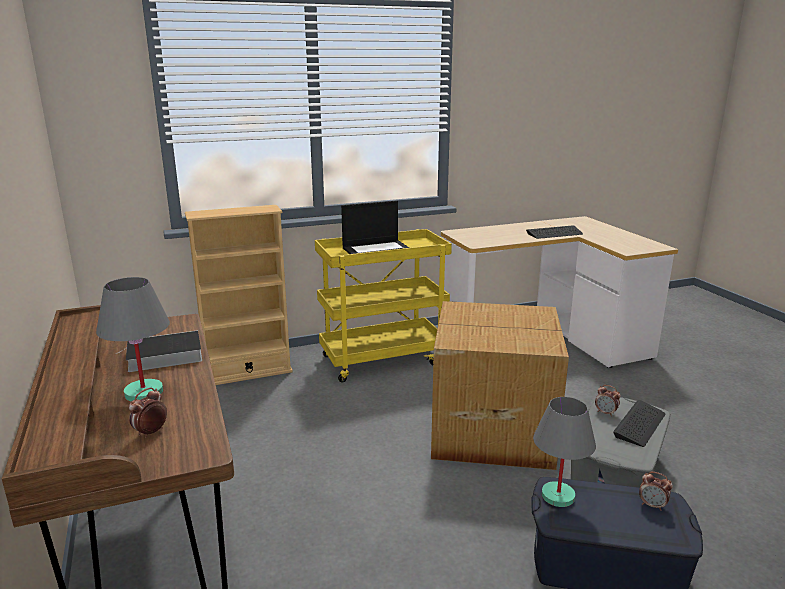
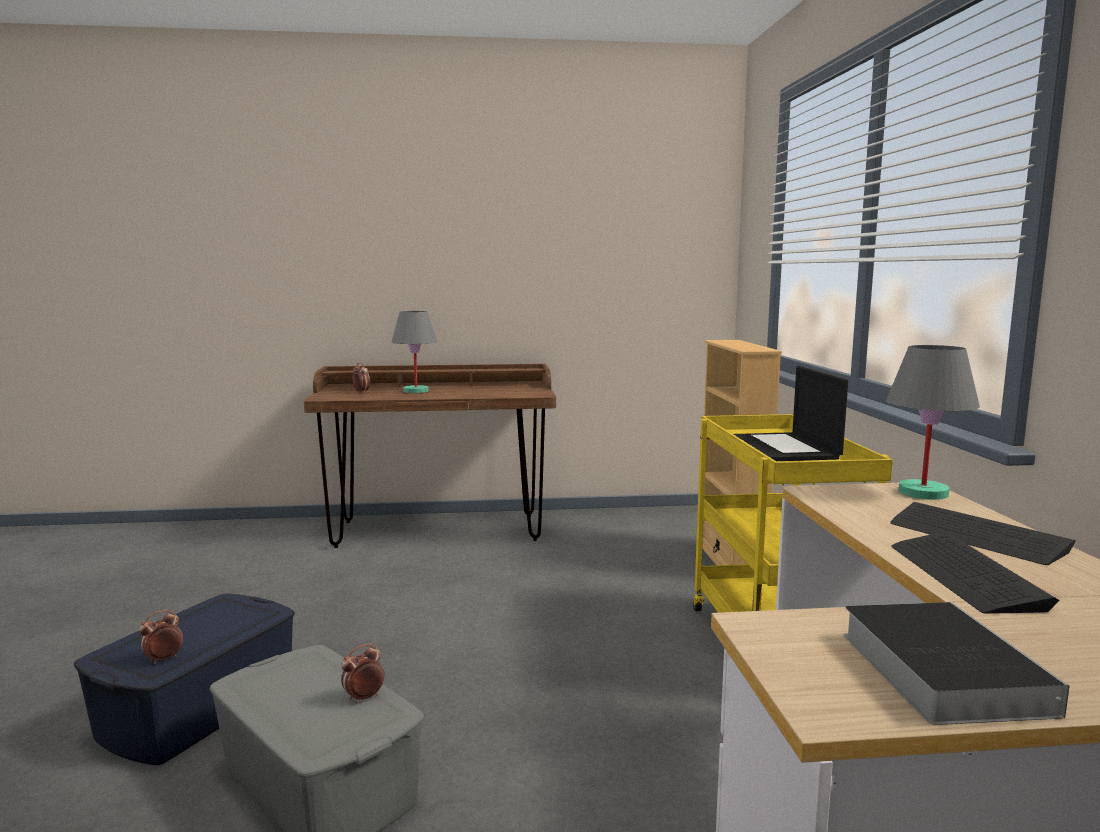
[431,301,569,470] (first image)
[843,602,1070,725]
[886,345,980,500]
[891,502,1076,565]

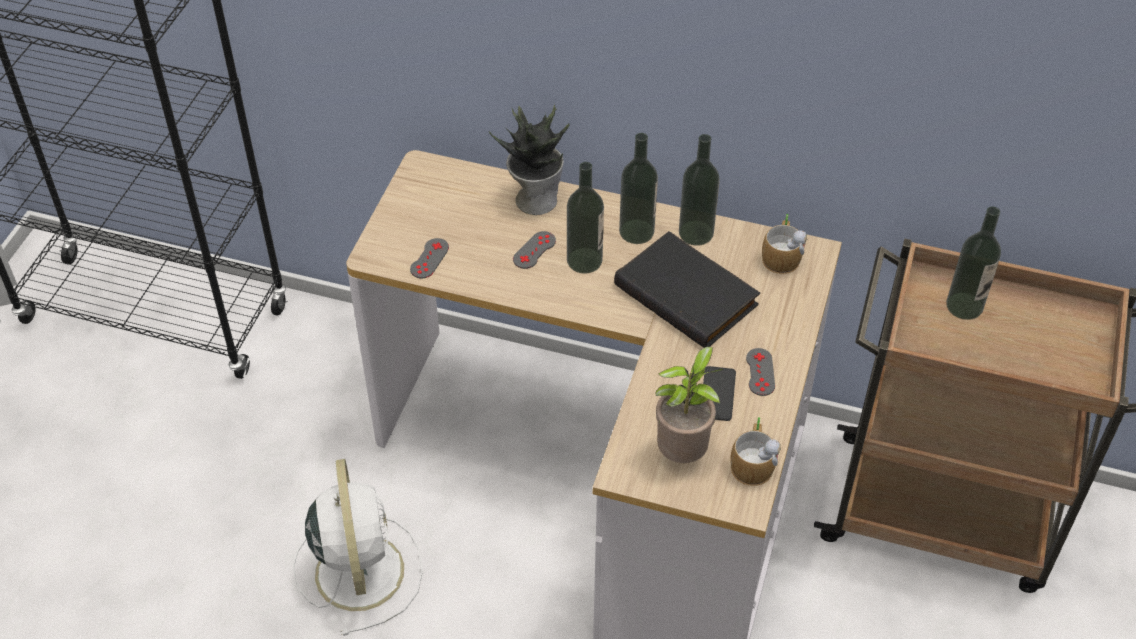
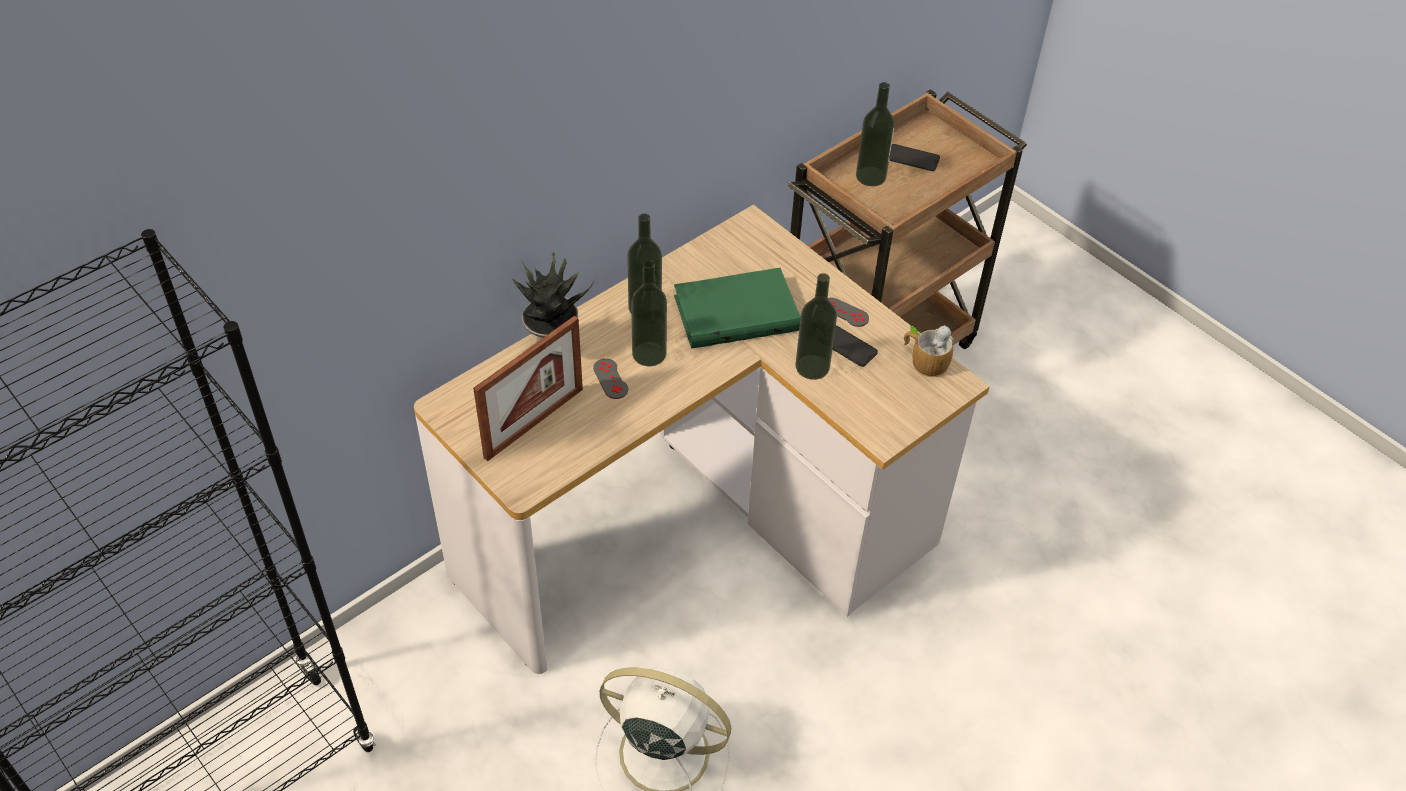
[796,273,837,380]
[762,214,807,274] (first image)
[674,268,801,349]
[410,238,449,279] (first image)
[655,346,723,463] (first image)
[889,144,940,171]
[473,316,583,461]

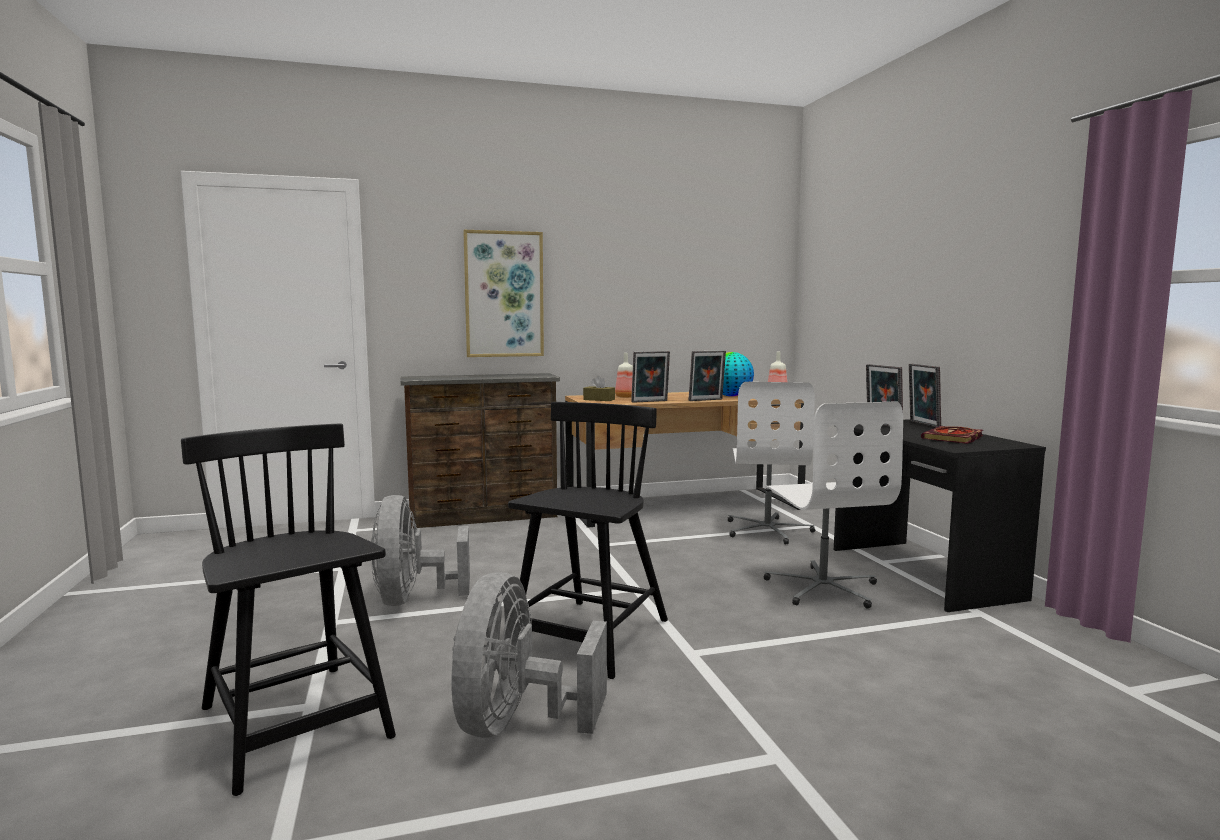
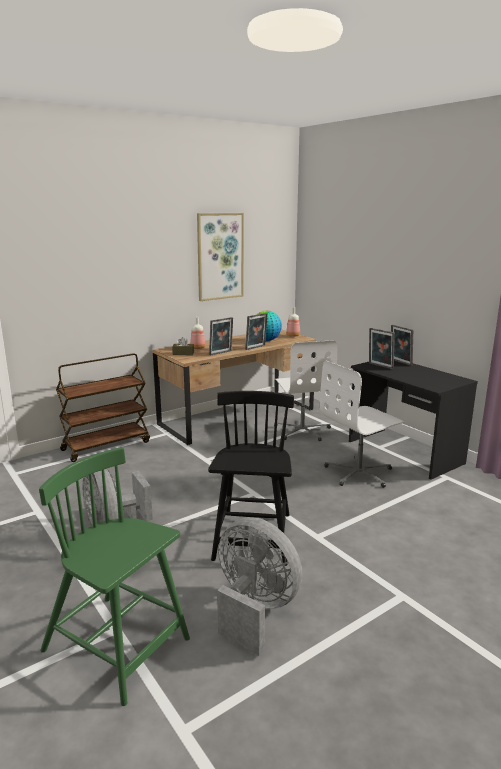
[197,213,244,301]
[56,353,150,462]
[319,360,405,488]
[39,447,190,706]
[921,426,983,444] (first image)
[217,517,303,656]

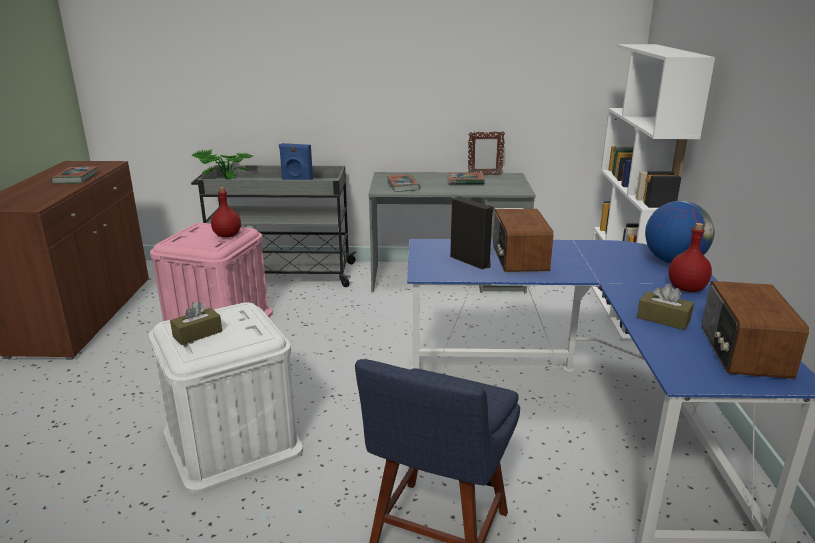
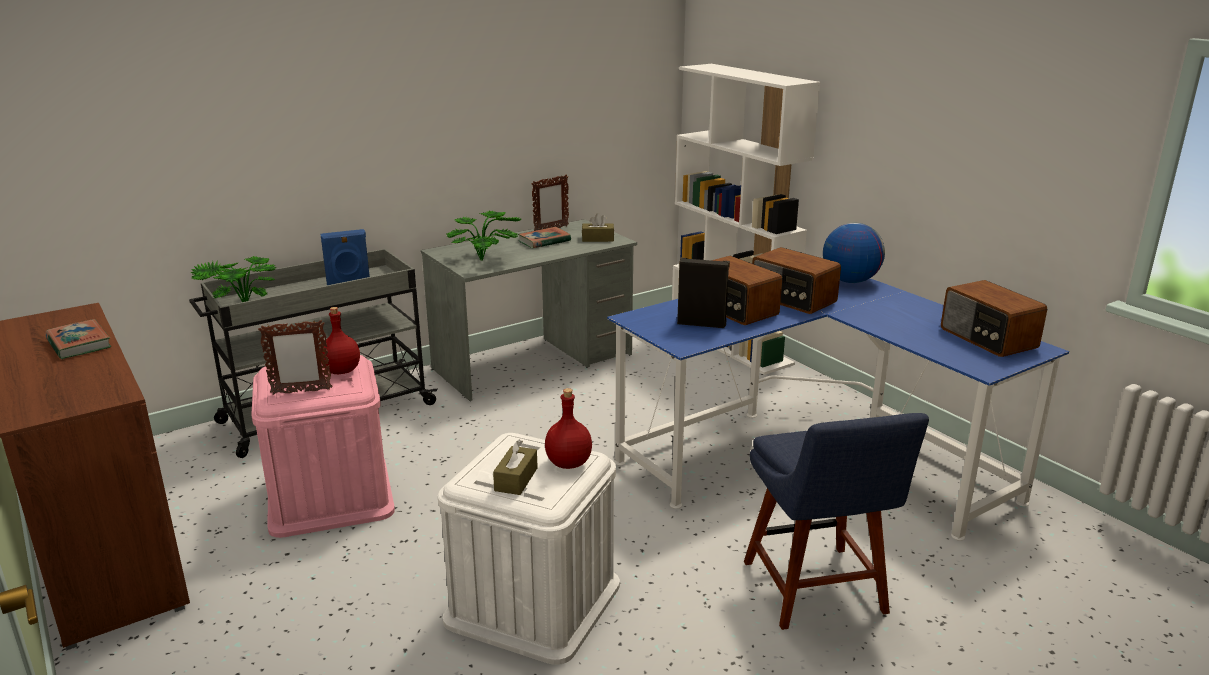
[446,211,522,260]
[545,388,592,469]
[582,213,614,242]
[752,247,841,314]
[258,320,332,395]

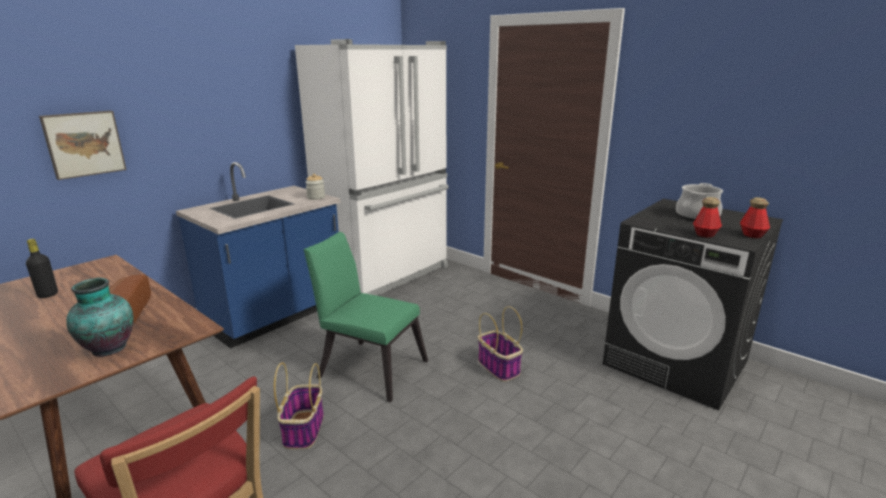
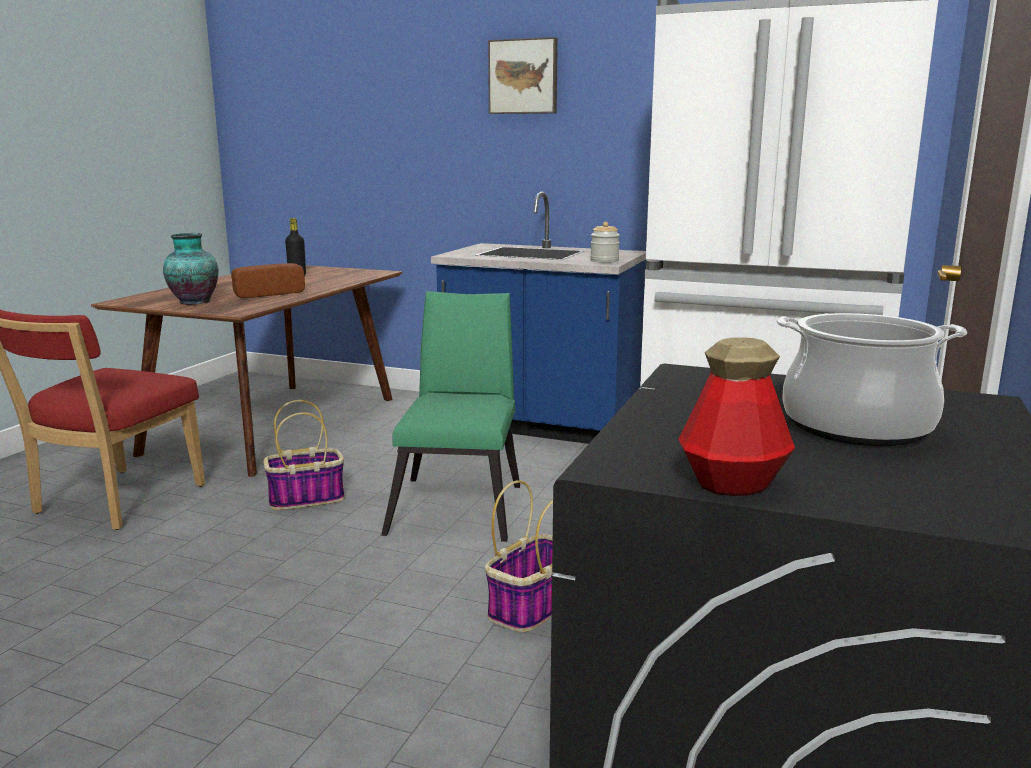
[488,37,558,114]
[693,197,722,238] (first image)

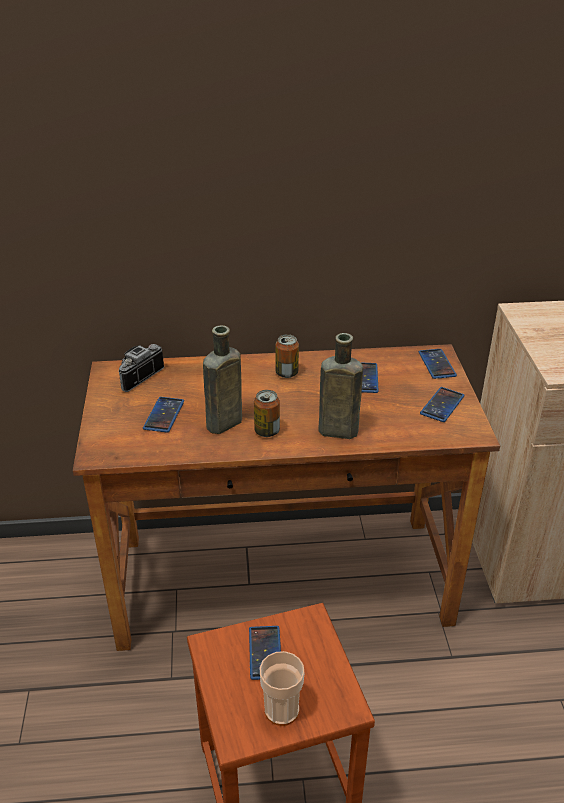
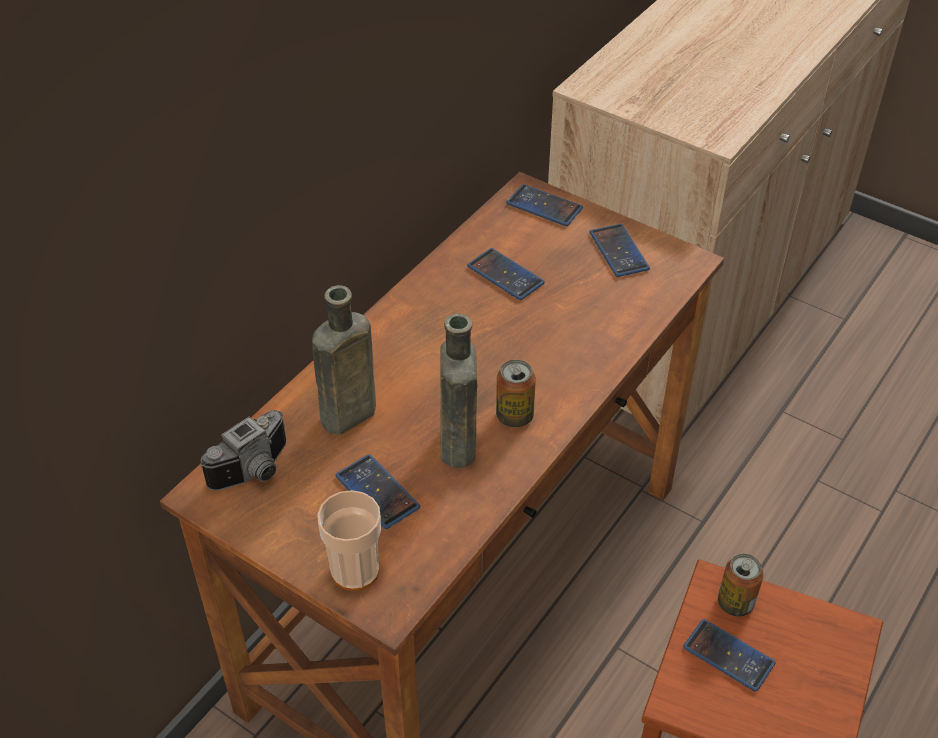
[312,285,376,435]
[718,554,764,617]
[200,410,286,491]
[317,490,381,591]

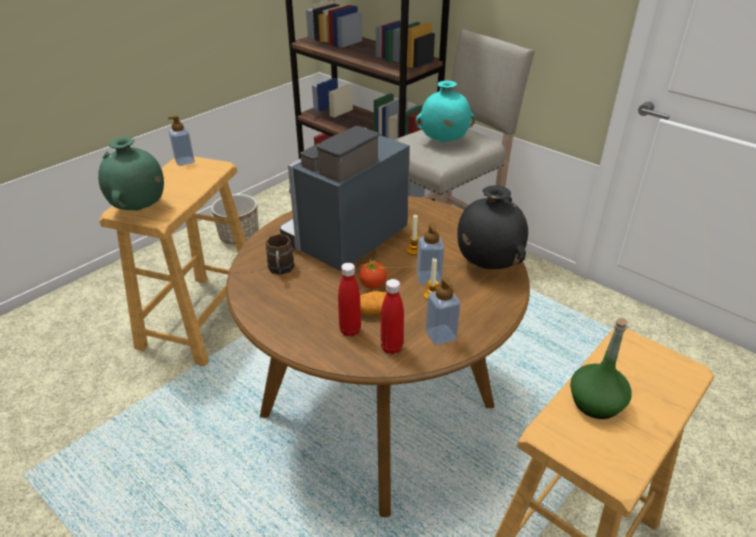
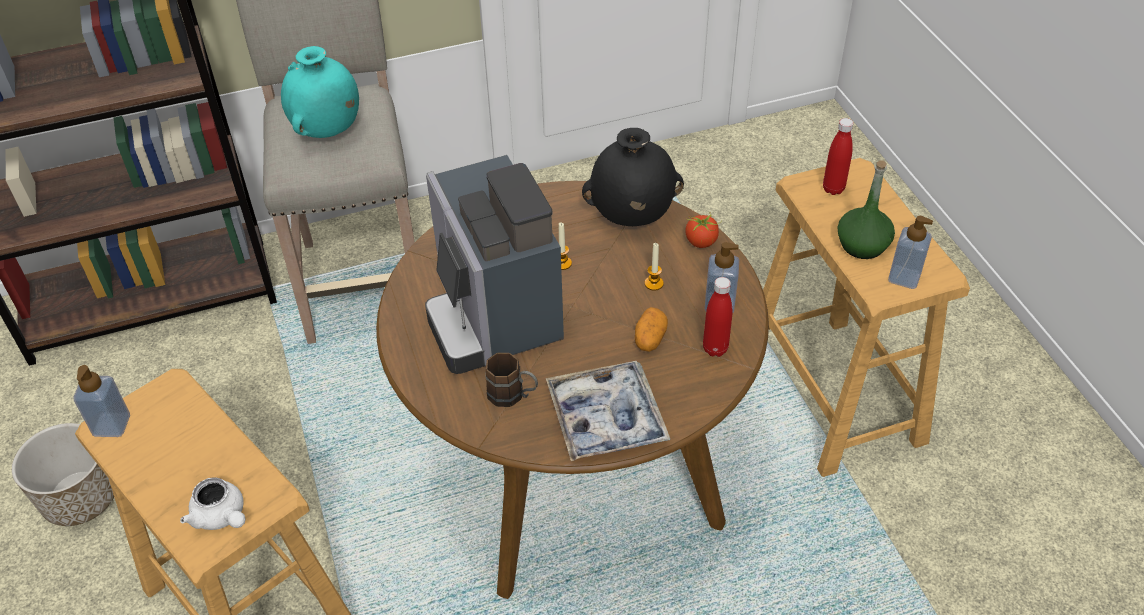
[180,477,245,530]
[888,216,933,289]
[685,212,722,248]
[823,118,853,195]
[546,361,670,461]

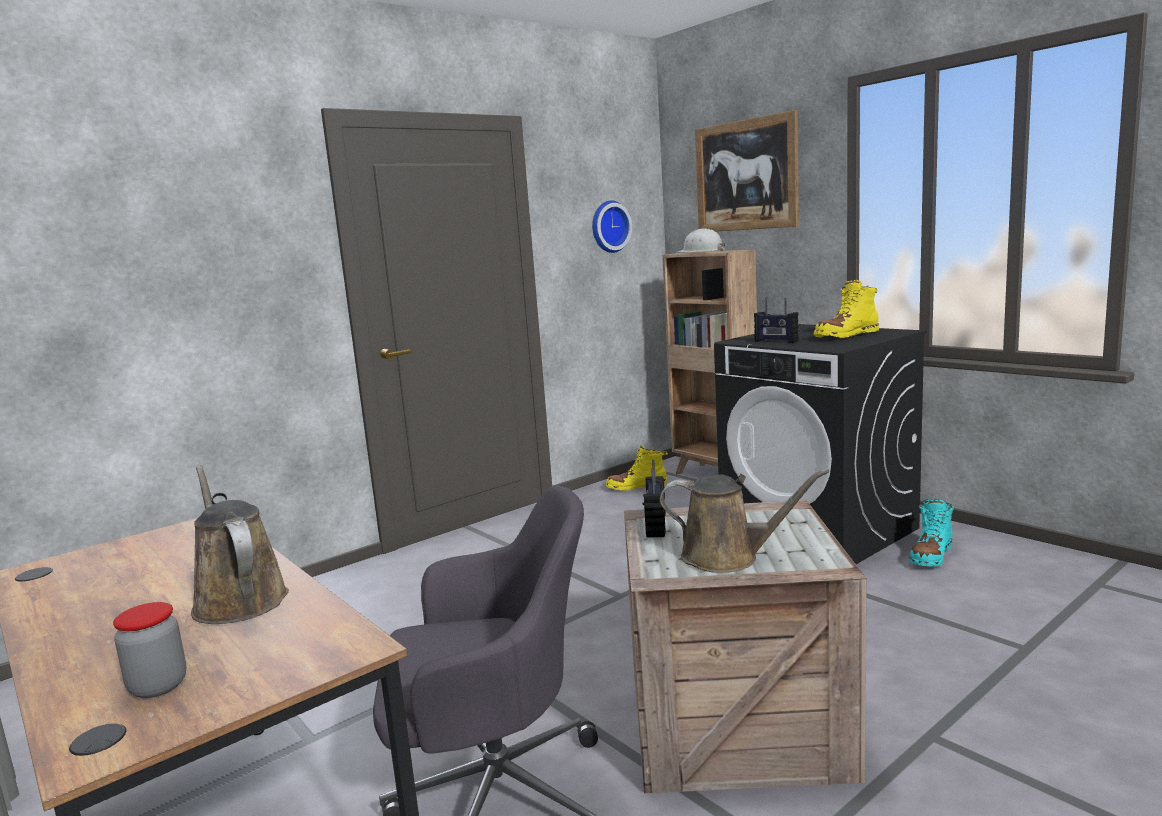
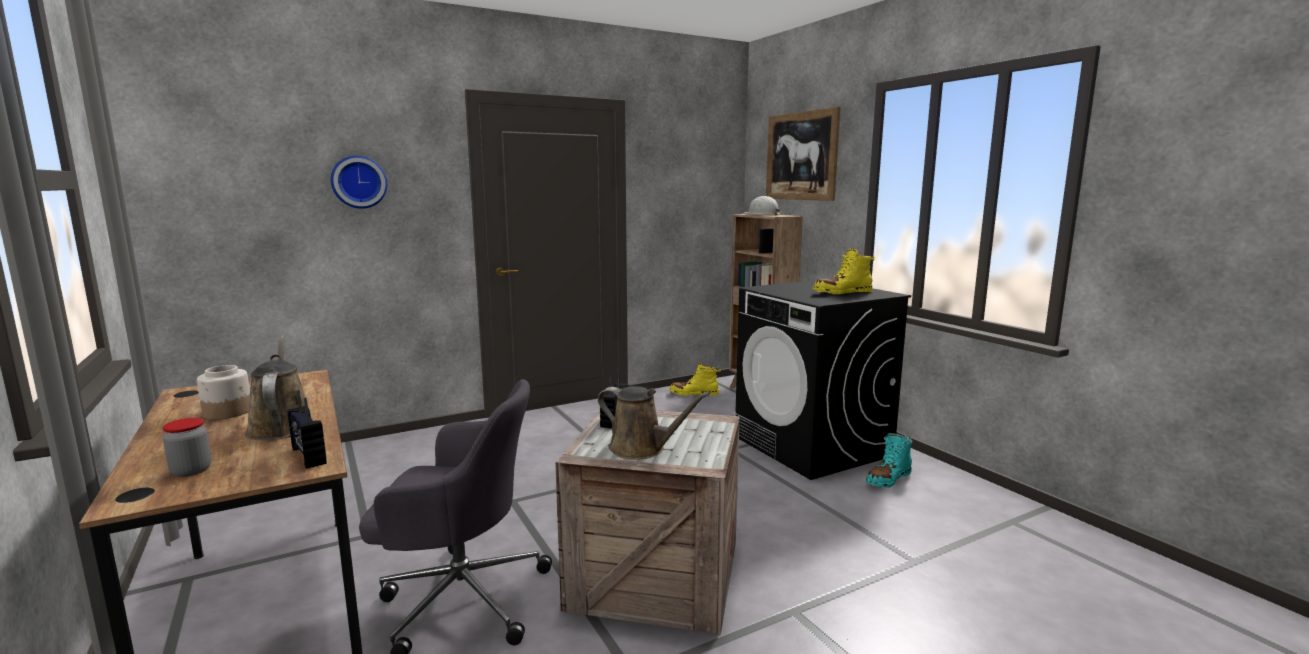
[331,155,387,209]
[287,390,327,469]
[197,365,250,420]

